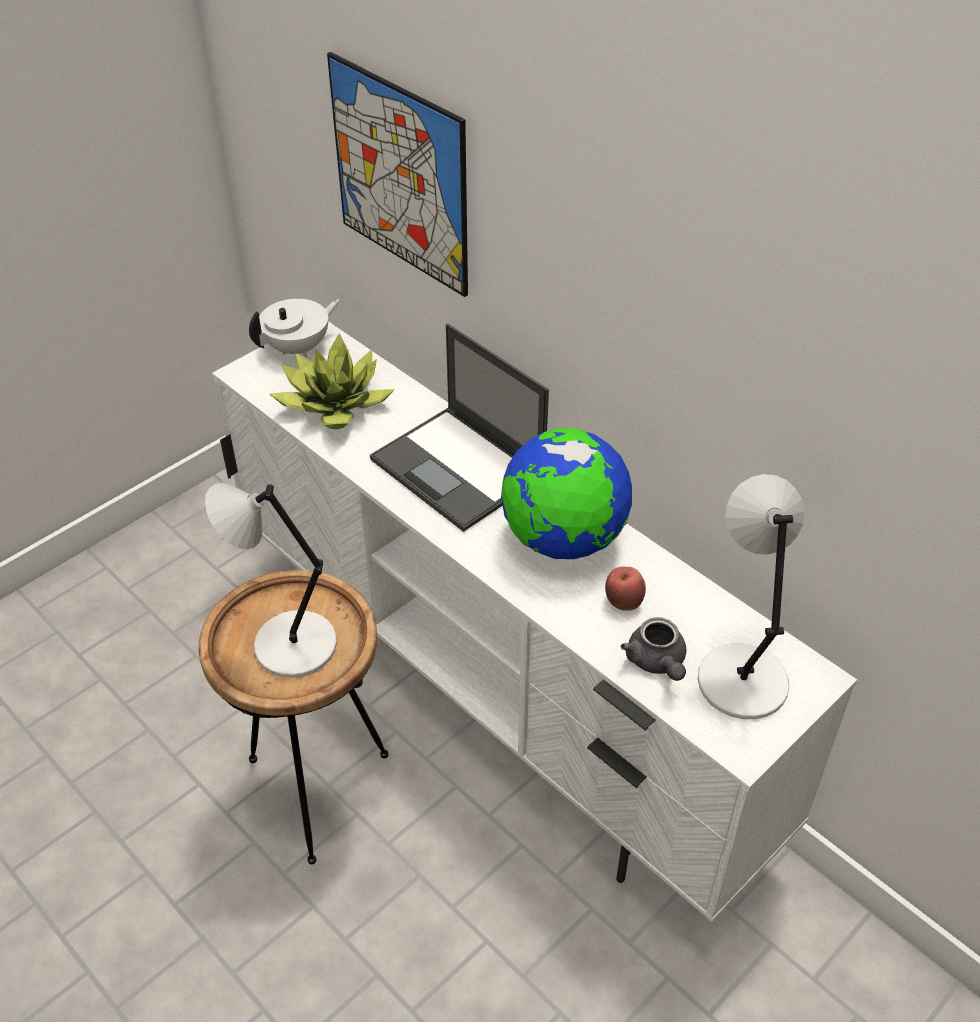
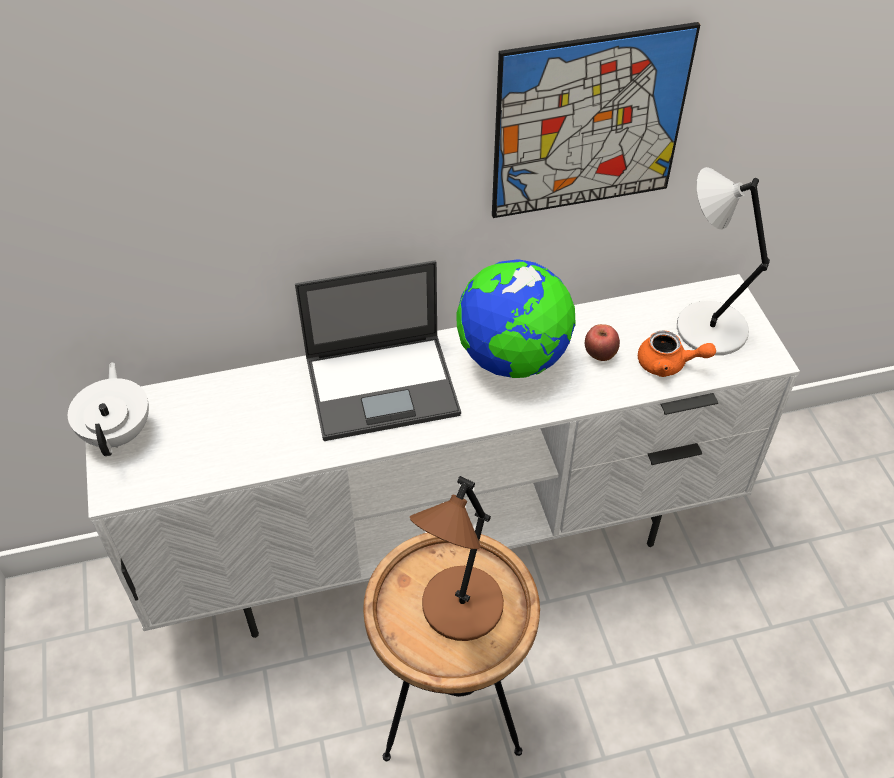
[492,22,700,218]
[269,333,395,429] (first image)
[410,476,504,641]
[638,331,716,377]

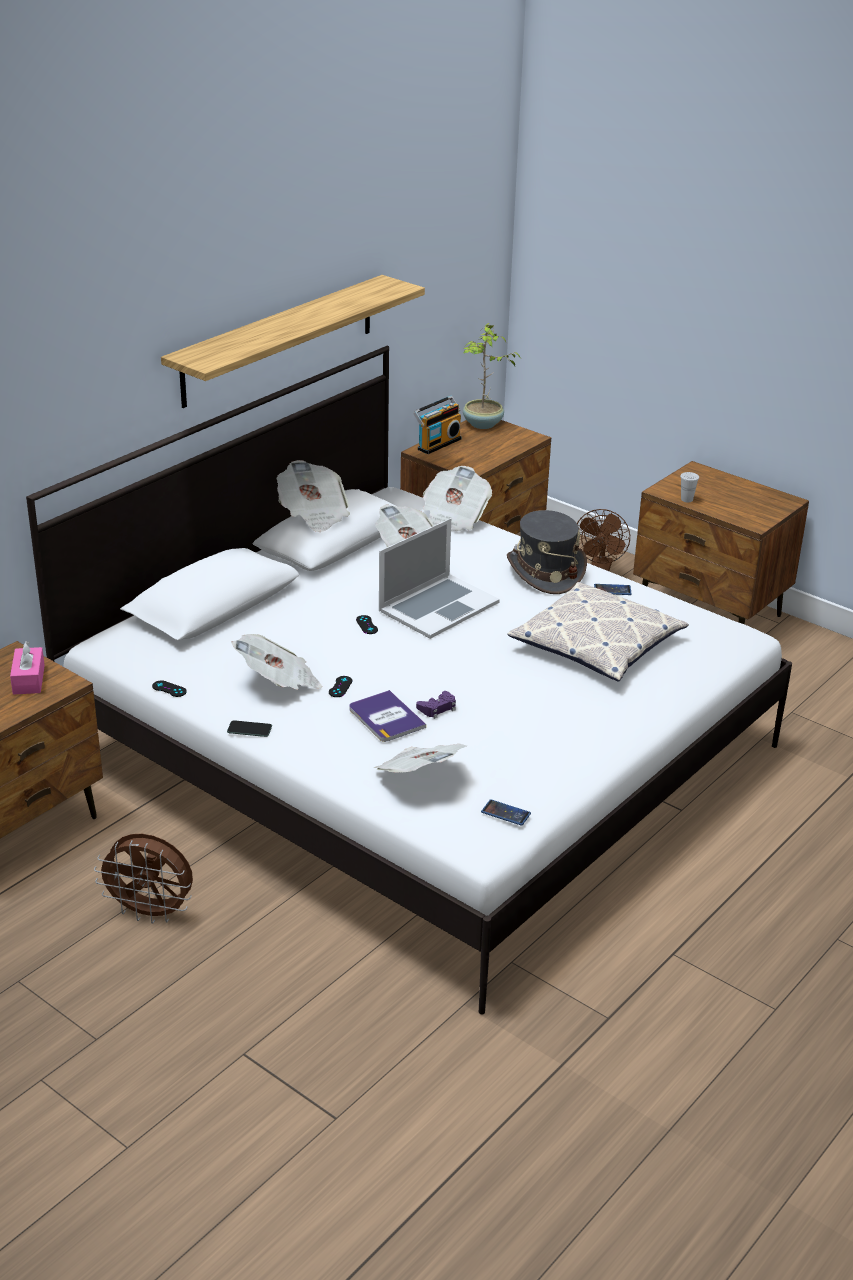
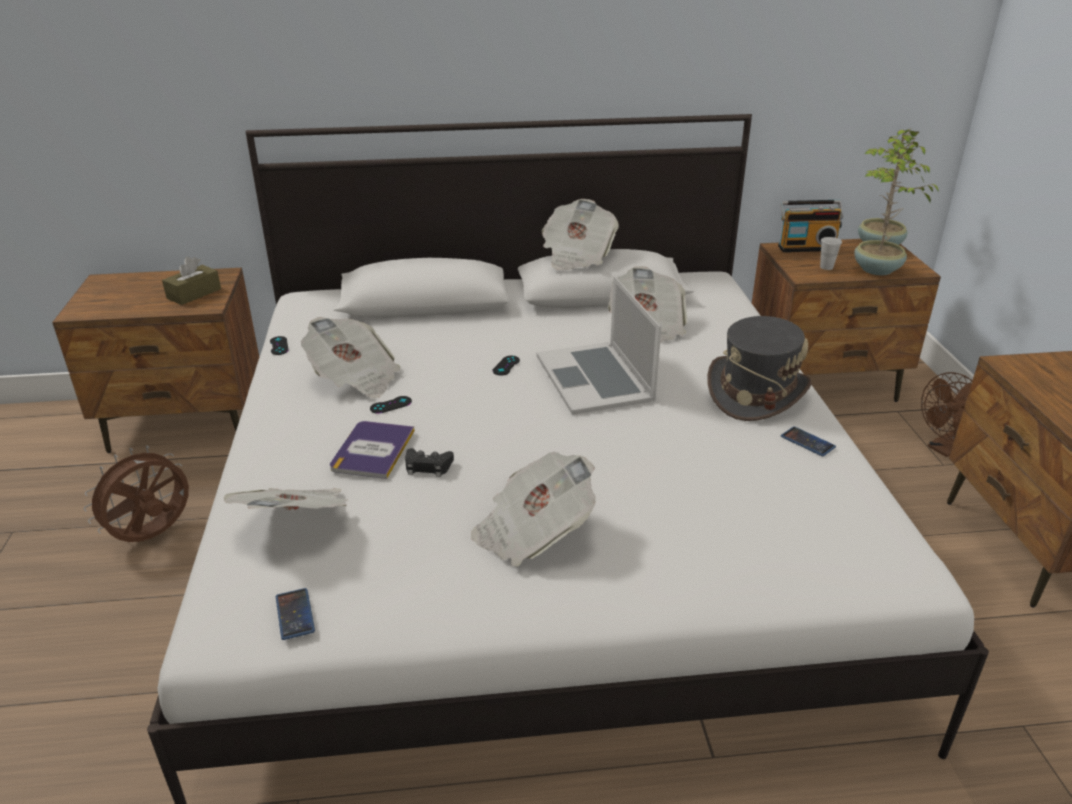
[161,275,425,408] (first image)
[471,451,596,567]
[820,237,842,270]
[537,276,661,415]
[507,582,689,682] (first image)
[162,257,221,305]
[405,448,454,477]
[227,720,272,737] (first image)
[84,445,189,542]
[854,145,939,275]

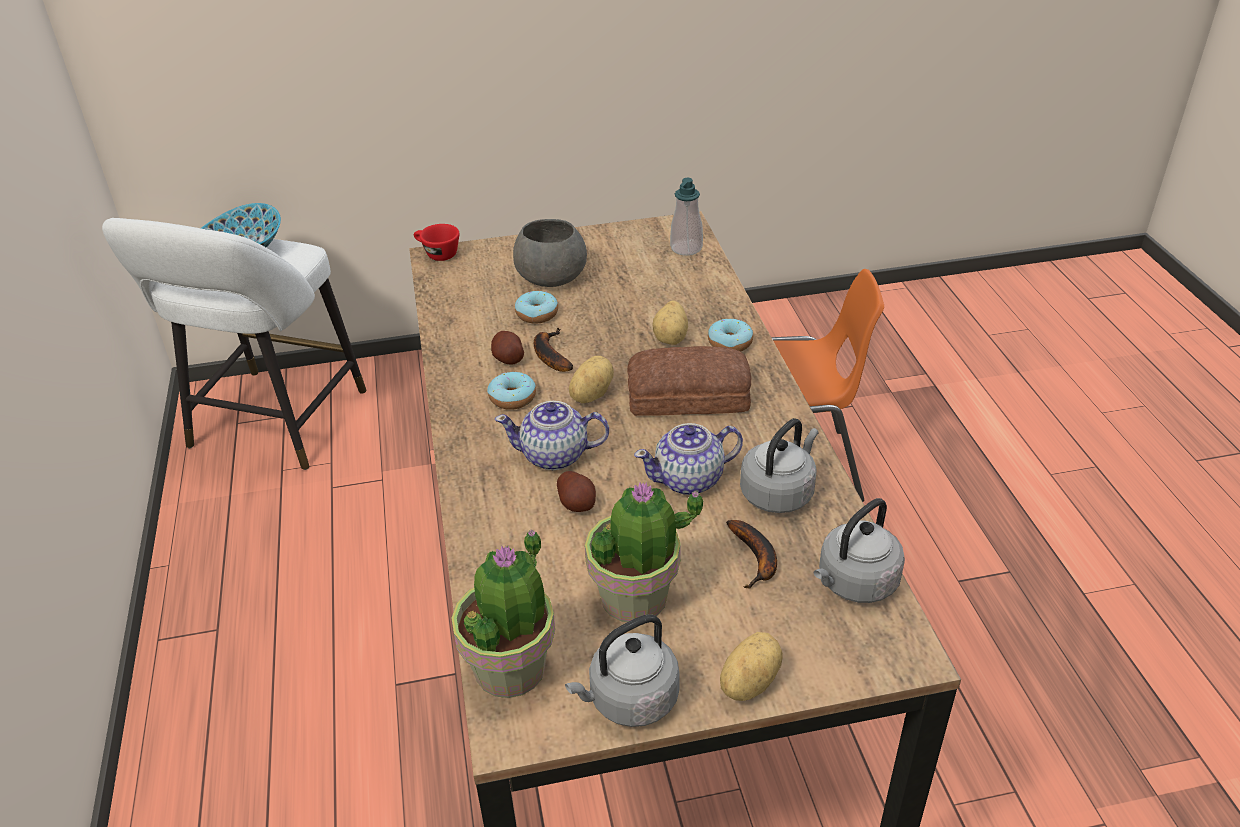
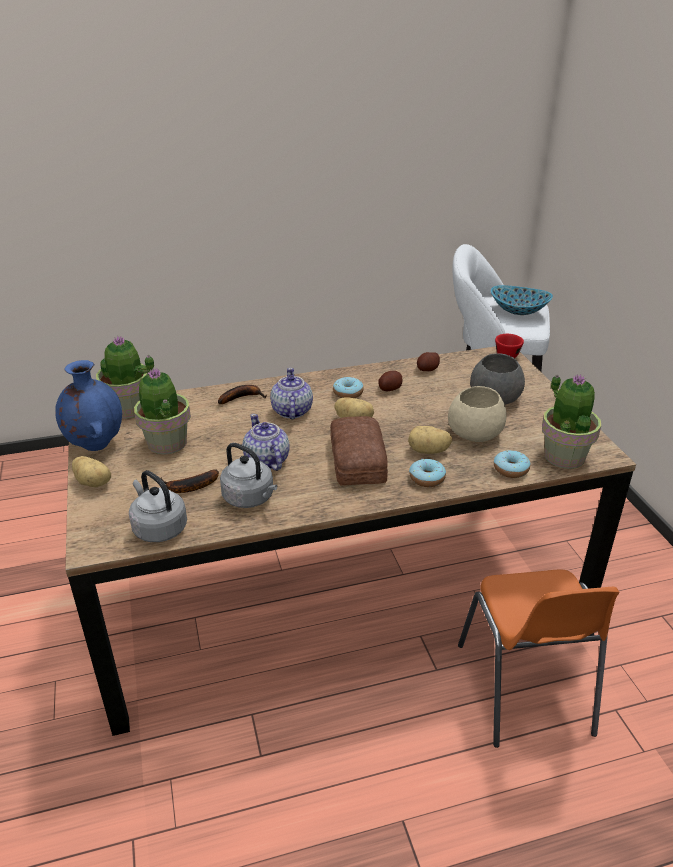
[542,374,601,469]
[494,450,530,478]
[218,385,267,404]
[417,352,440,371]
[55,360,122,451]
[448,386,507,442]

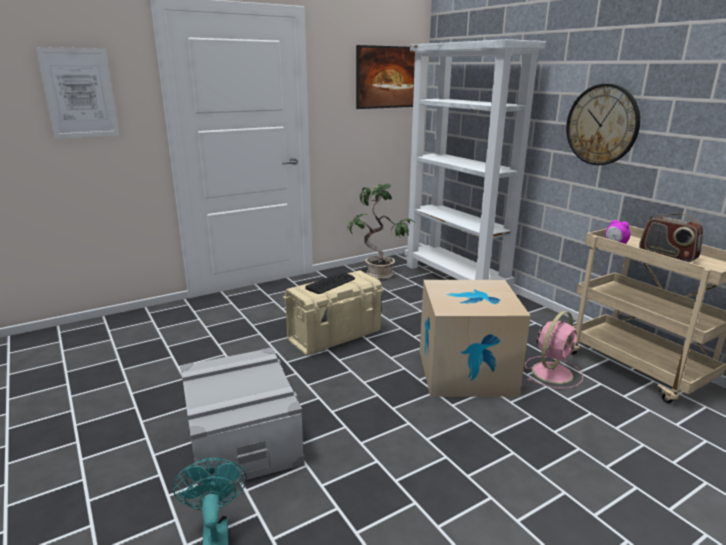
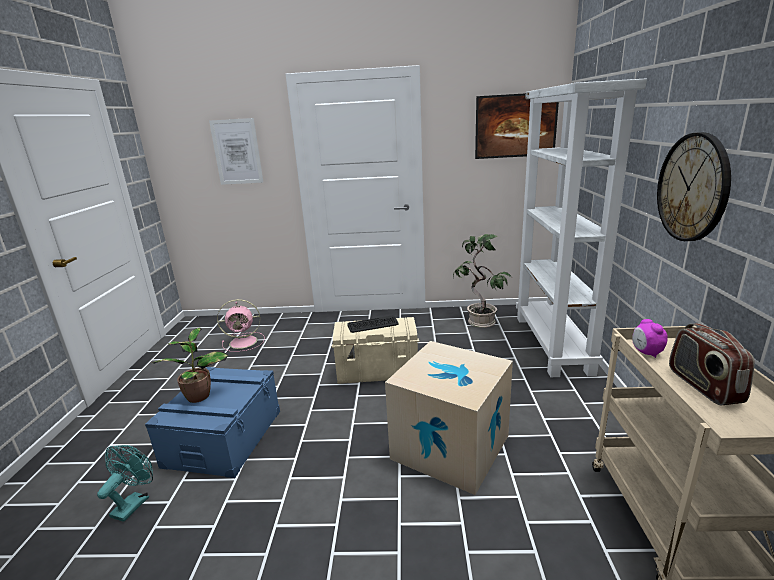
[217,299,265,352]
[145,367,280,478]
[152,327,228,403]

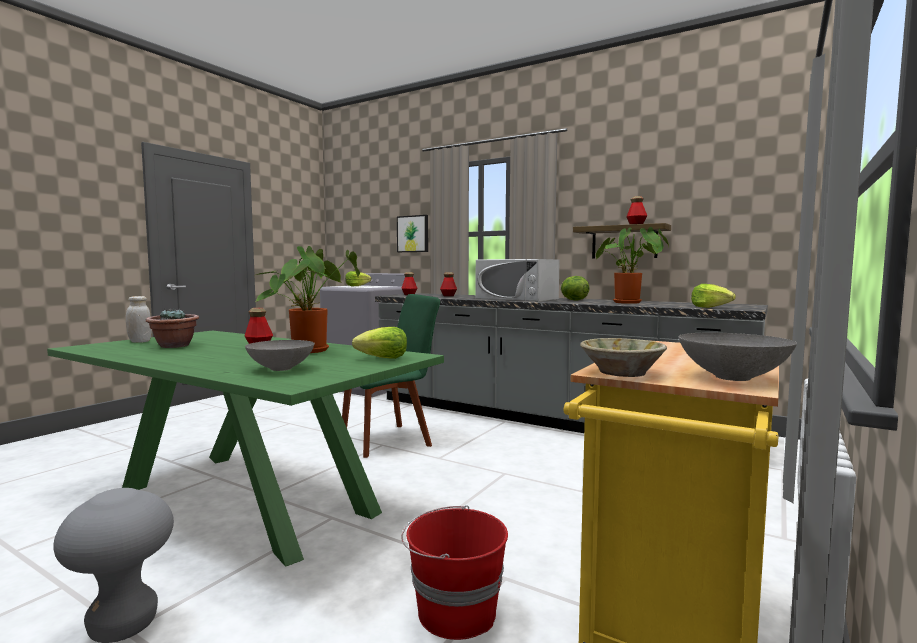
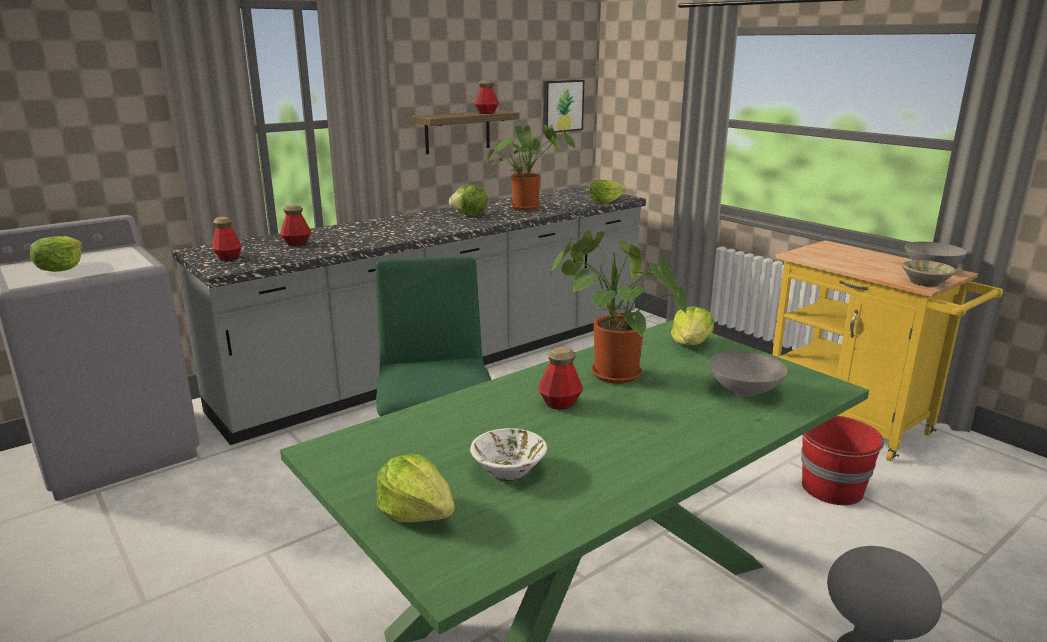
[543,80,584,133]
[475,259,560,301] (first image)
[376,454,455,523]
[470,428,547,481]

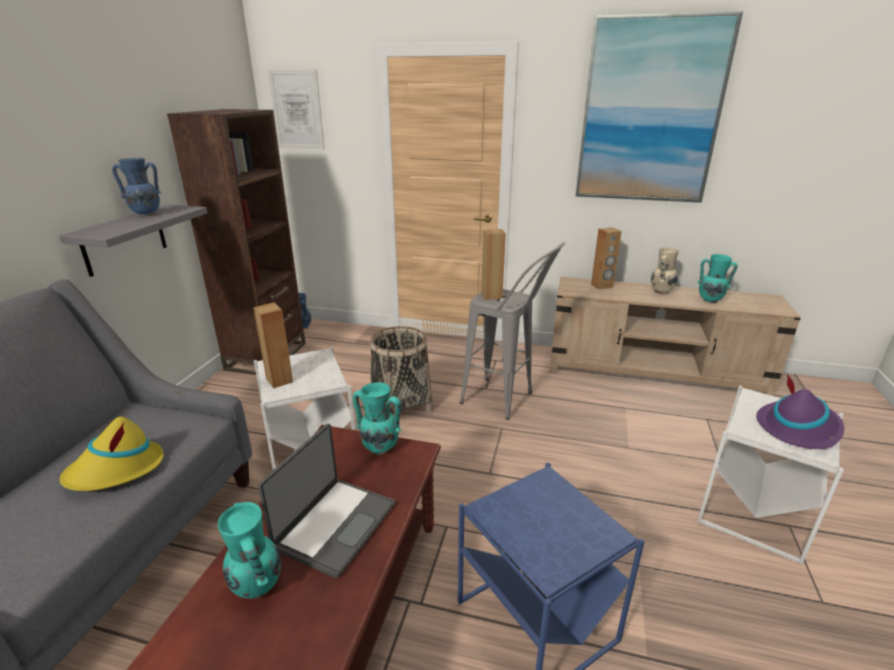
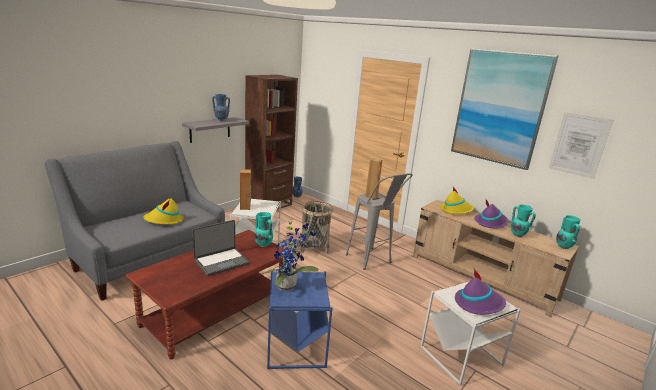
[549,112,613,179]
[440,187,474,214]
[474,198,508,229]
[556,215,581,249]
[265,219,319,291]

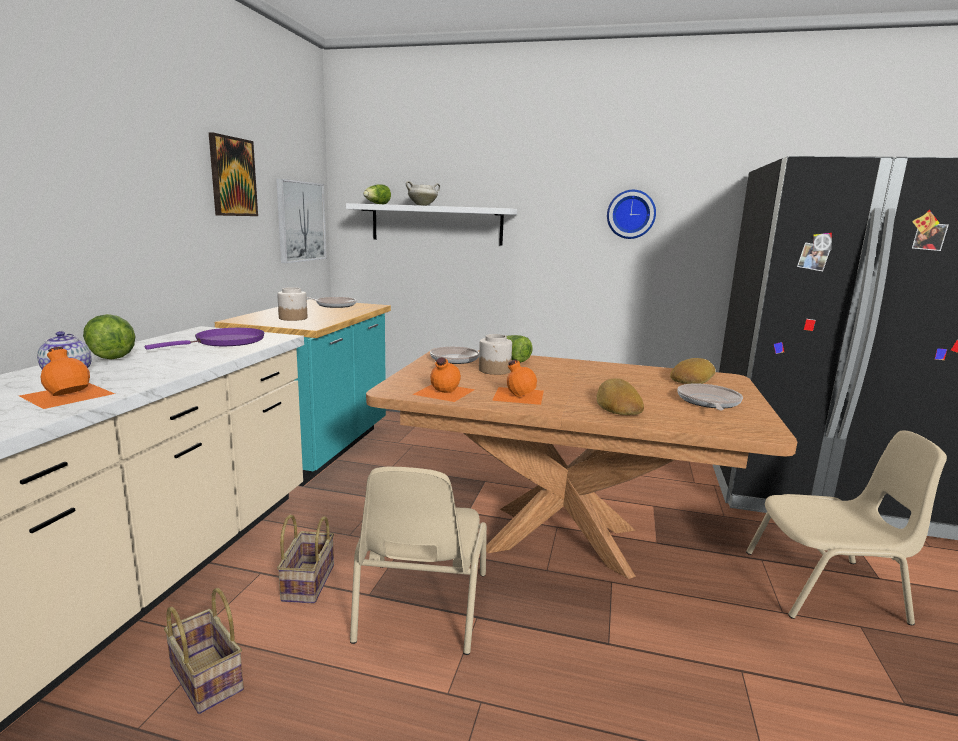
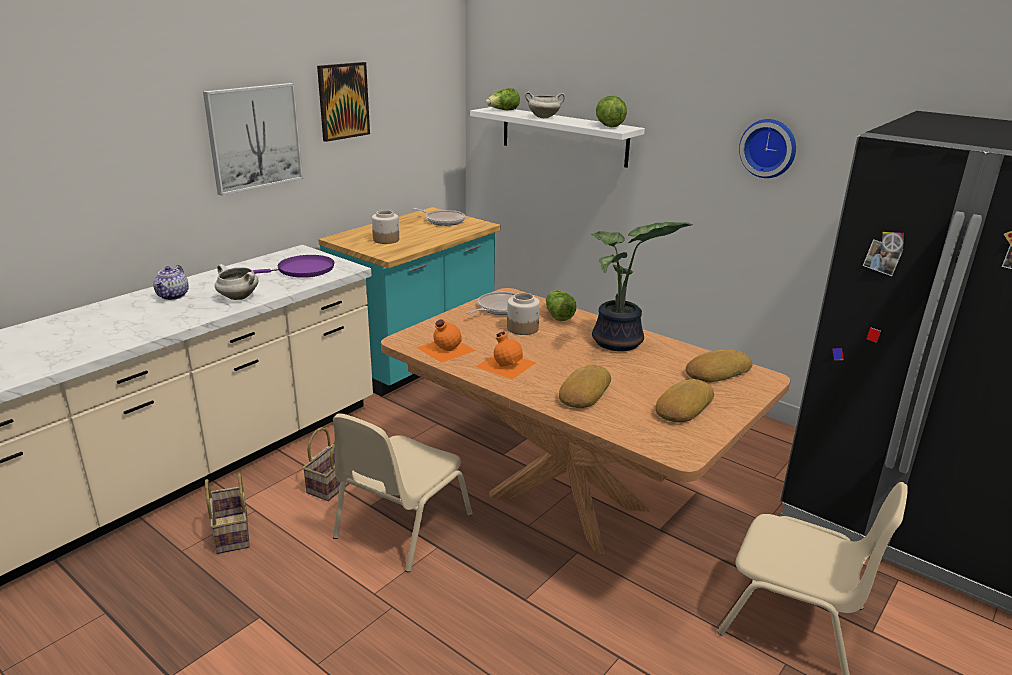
[203,83,303,196]
[596,96,627,128]
[19,347,115,409] (first image)
[655,379,714,423]
[591,222,693,351]
[215,264,259,300]

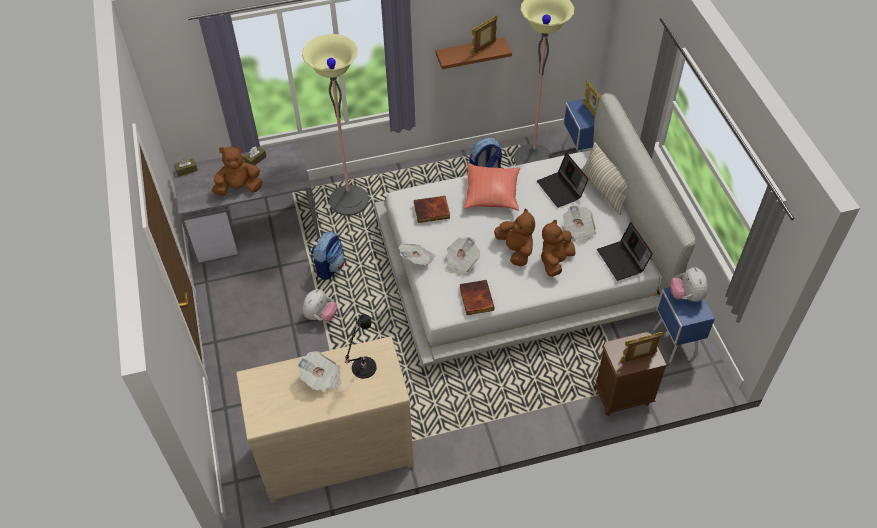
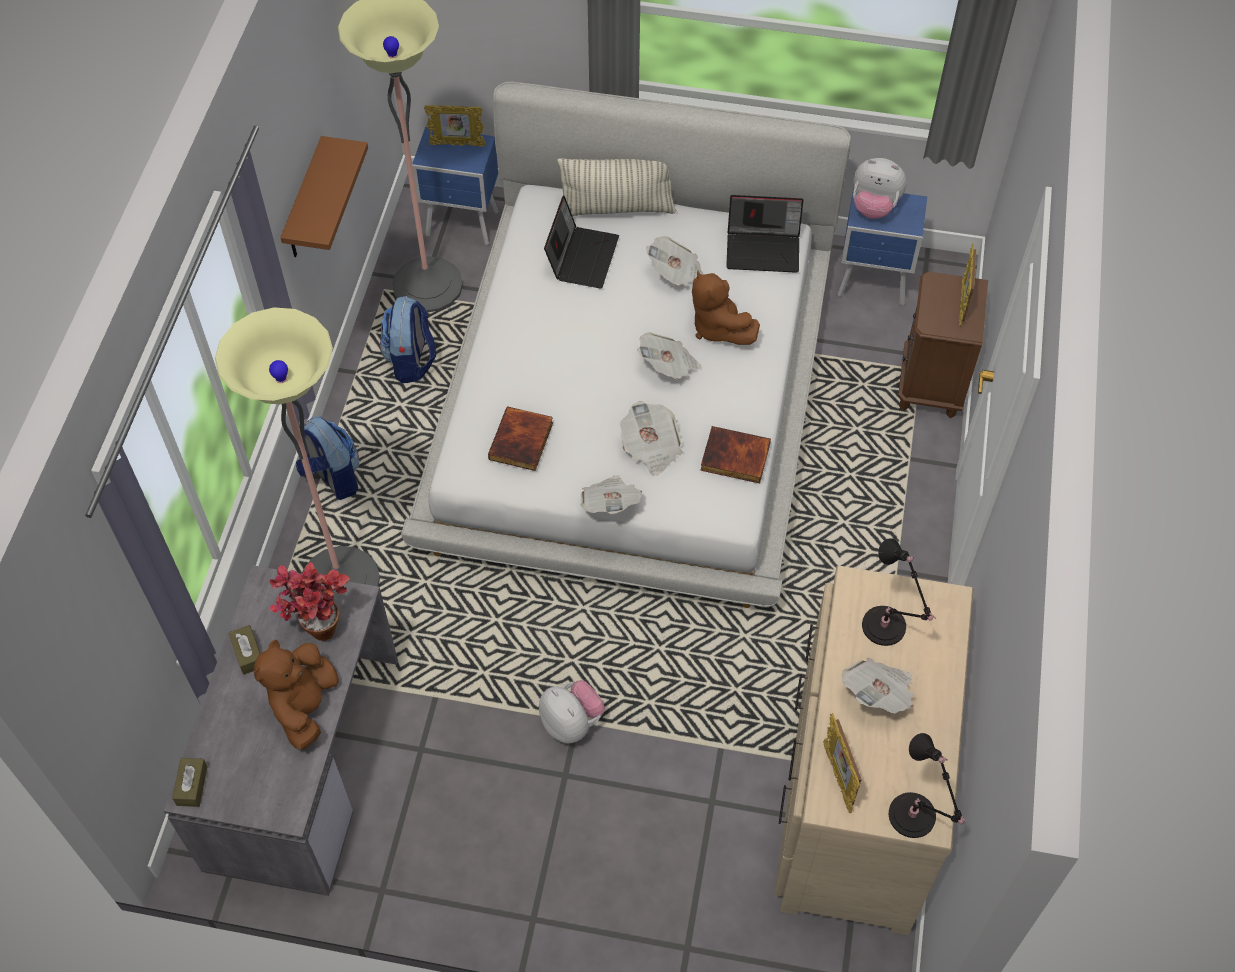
[823,713,862,813]
[544,196,619,288]
[464,163,520,211] (first image)
[637,332,701,380]
[296,416,359,500]
[269,562,350,641]
[889,733,967,838]

